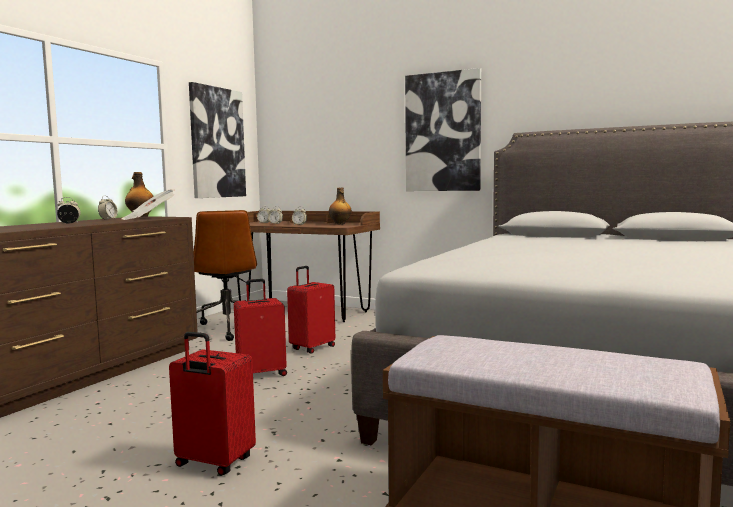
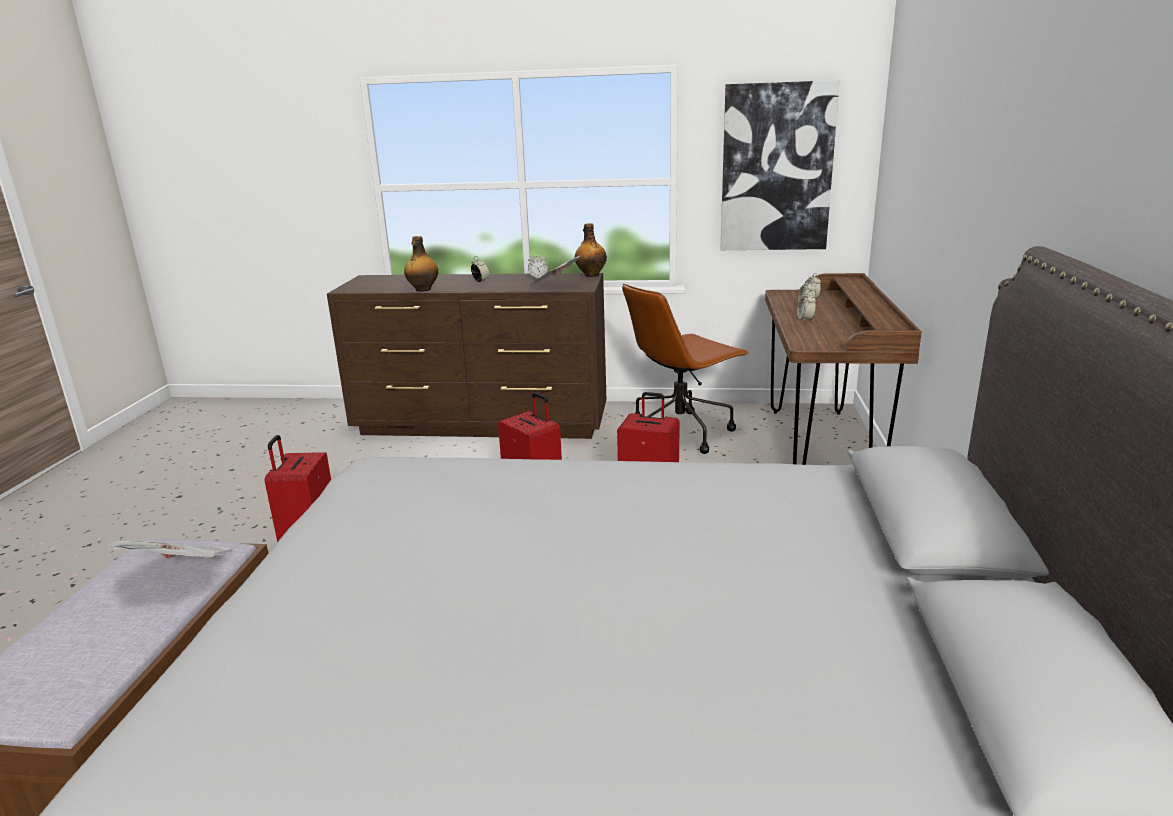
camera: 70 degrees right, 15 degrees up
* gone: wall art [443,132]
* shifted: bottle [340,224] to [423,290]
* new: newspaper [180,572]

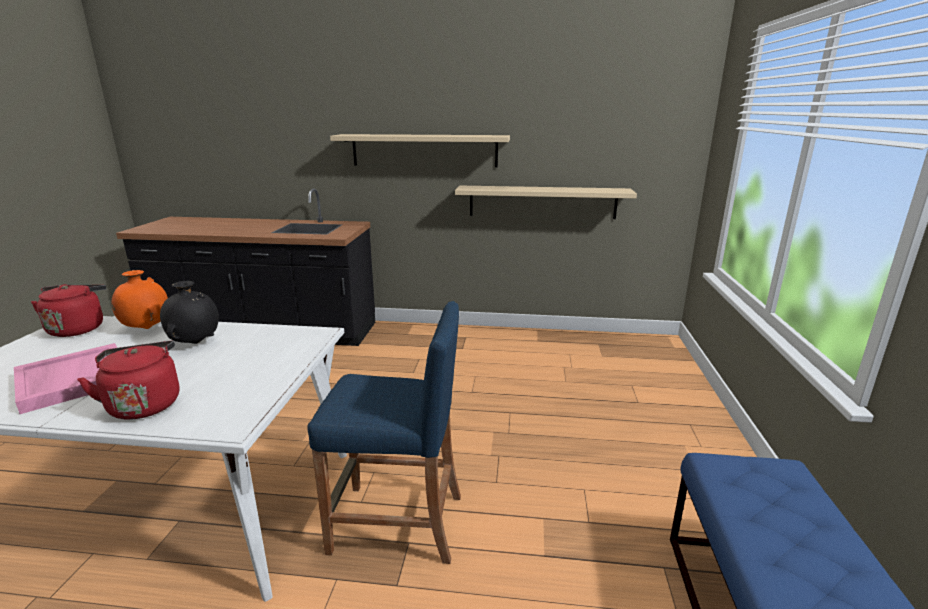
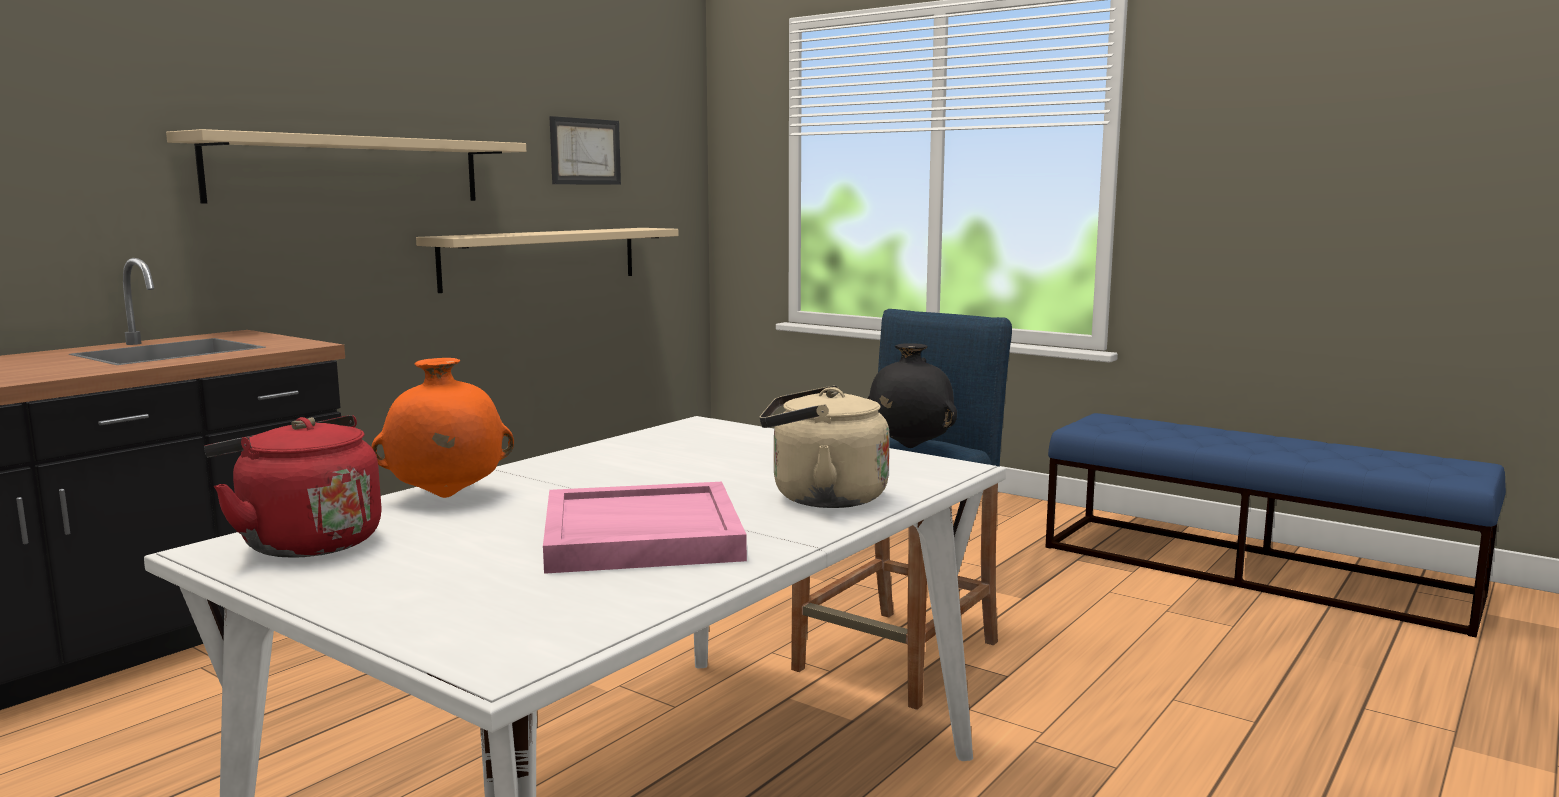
camera: 60 degrees left, 10 degrees down
* shifted: decorative vase in blackish [195,343] to [909,447]
* repainted: tea kettle in red [144,404] to tea kettle in sand-coloured [821,498]
* new: wall art [585,151]

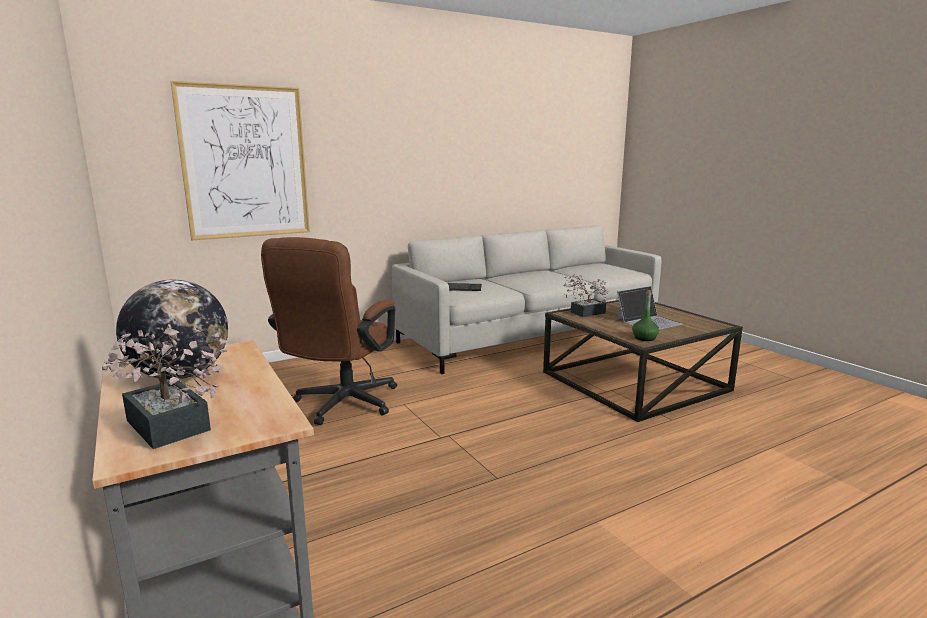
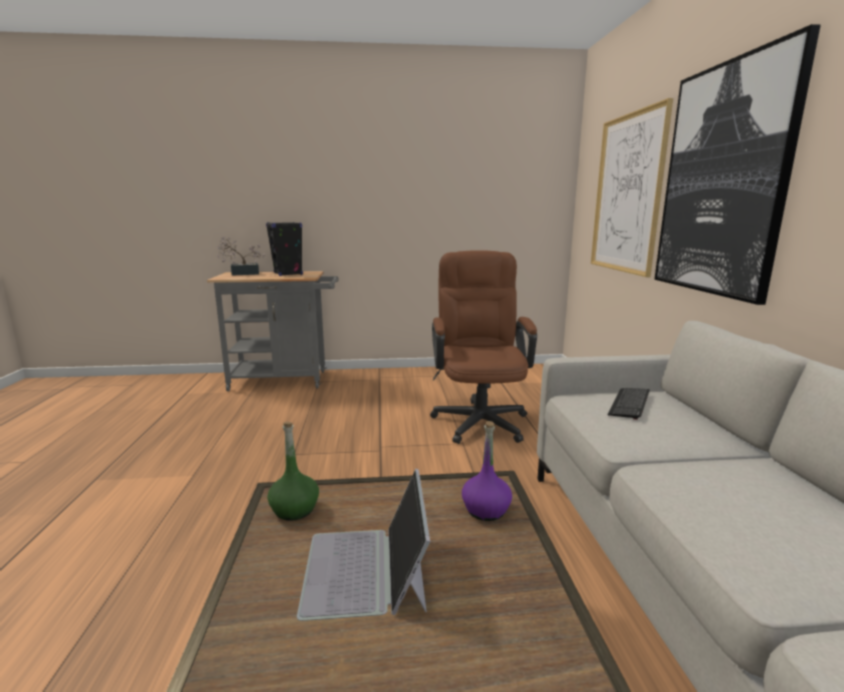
camera: 115 degrees right, 0 degrees up
* rotated: desk chair in brownish [341,406] = [479,418] 45 degrees clockwise
* swapped: houseplant [584,313] to bottle in purple-coloured [486,510]
* swapped: desk globe [180,376] to loudspeaker in blackish [288,274]
* new: wall art [722,181]

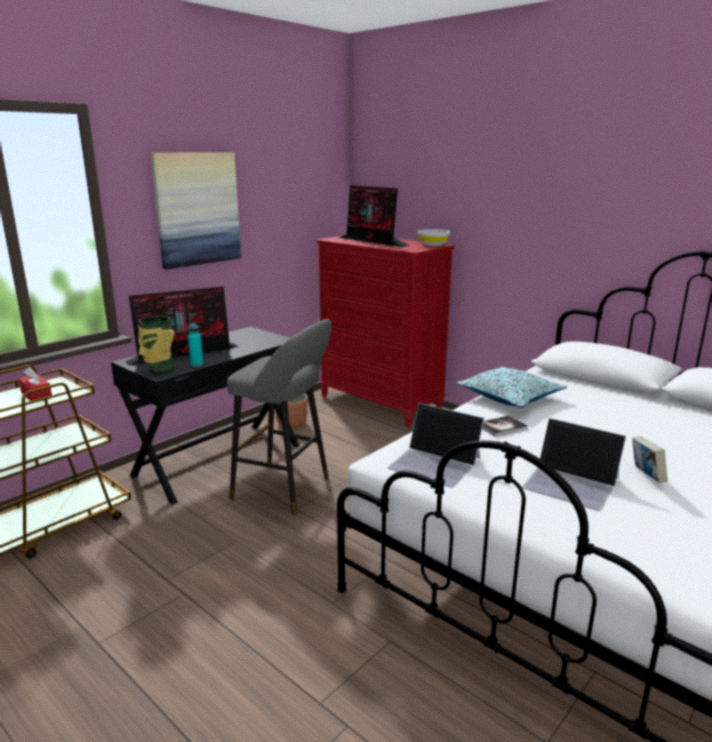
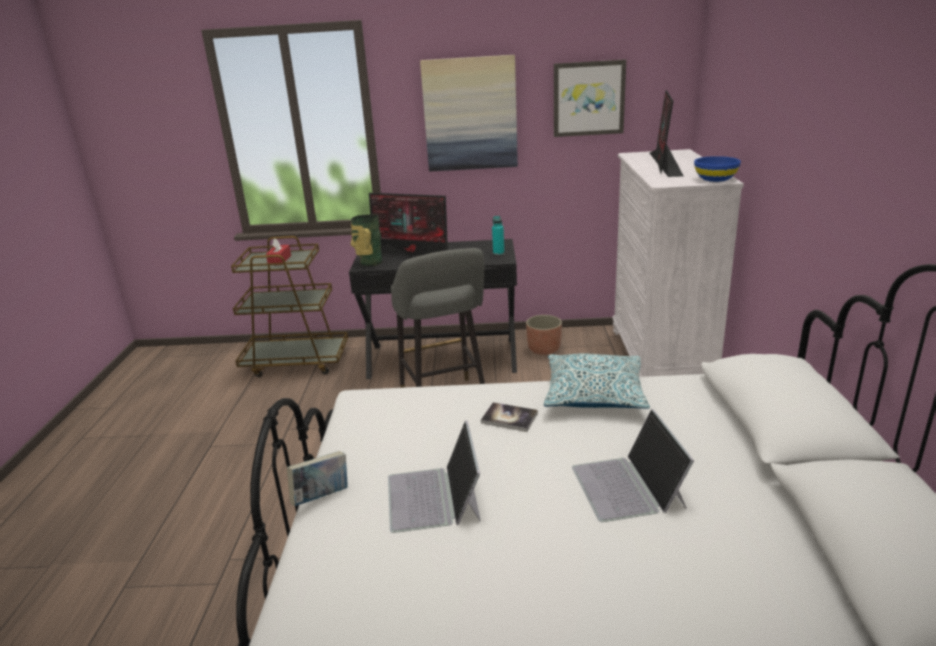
camera: 50 degrees right, 5 degrees up
* repainted: bowl in white-coloured [433,245] to bowl in blue [715,179]
* repainted: chest of drawers in red [381,403] to chest of drawers in white-coloured [660,361]
* shifted: bottle in turquoise-coloured [197,364] to [498,253]
* shifted: portable computer [435,463] to [628,486]
* shifted: book [646,476] to [321,497]
* new: wall art [588,98]

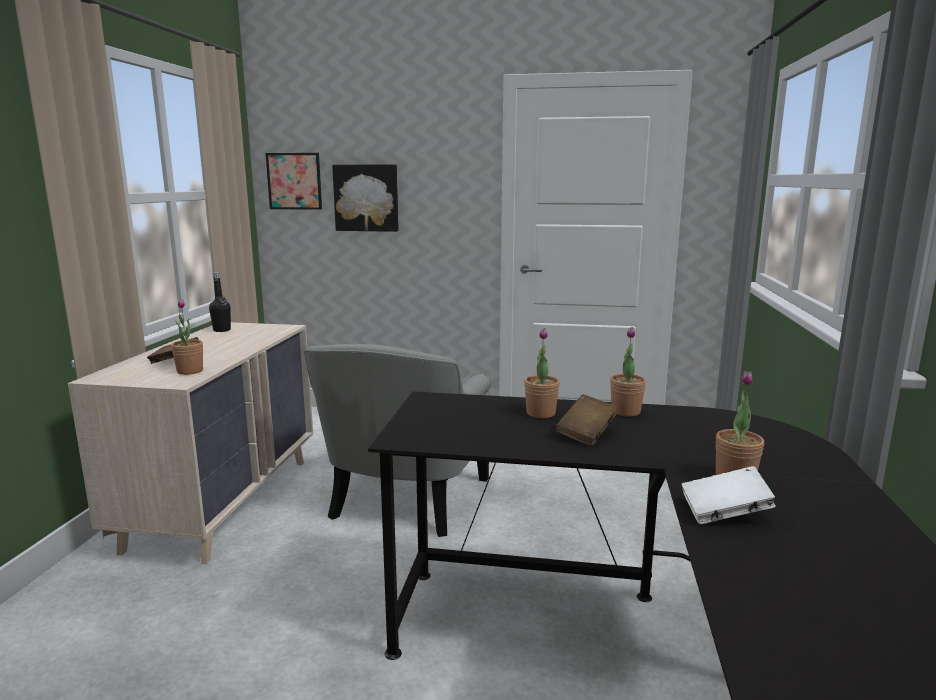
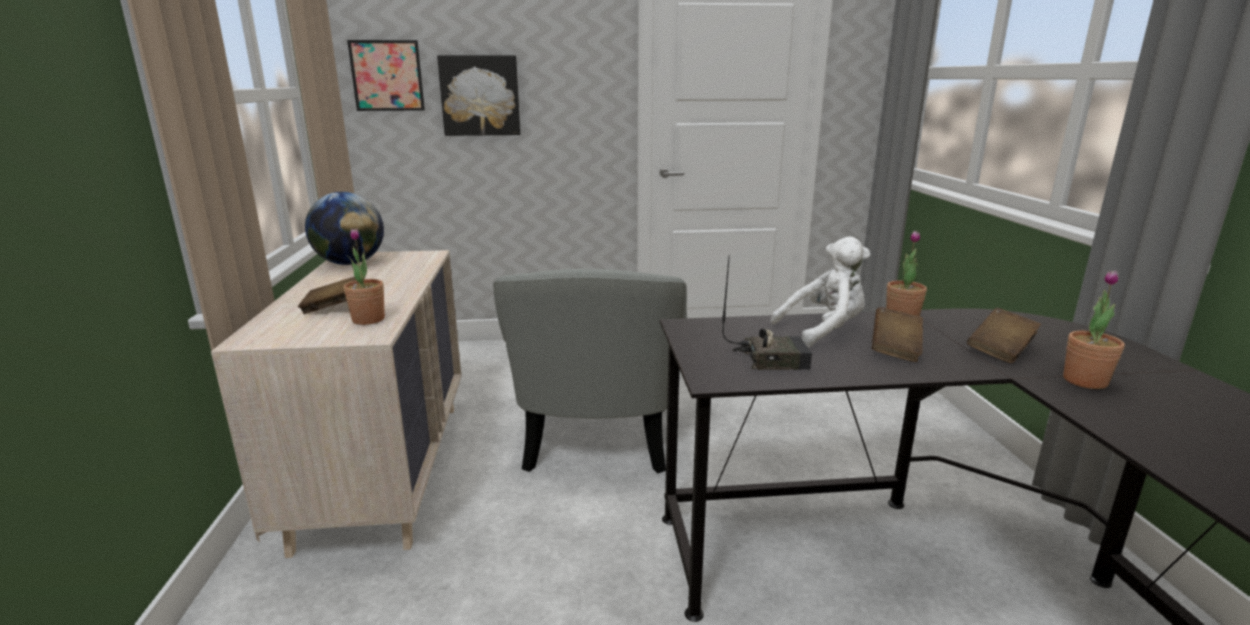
camera: 15 degrees left, 5 degrees up
* swapped: bottle in blackish [222,330] to desk globe [350,263]
* swapped: houseplant [541,413] to plush toy in white-coloured [824,331]
* gone: book in white-coloured [724,513]
* new: radio set [771,359]
* new: book in brownish [1000,350]

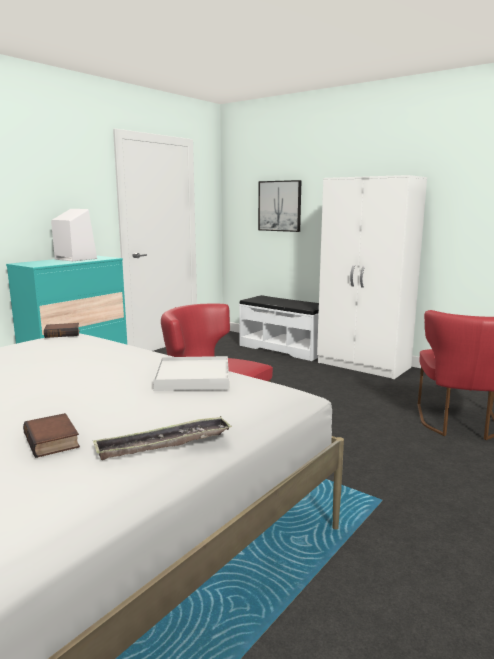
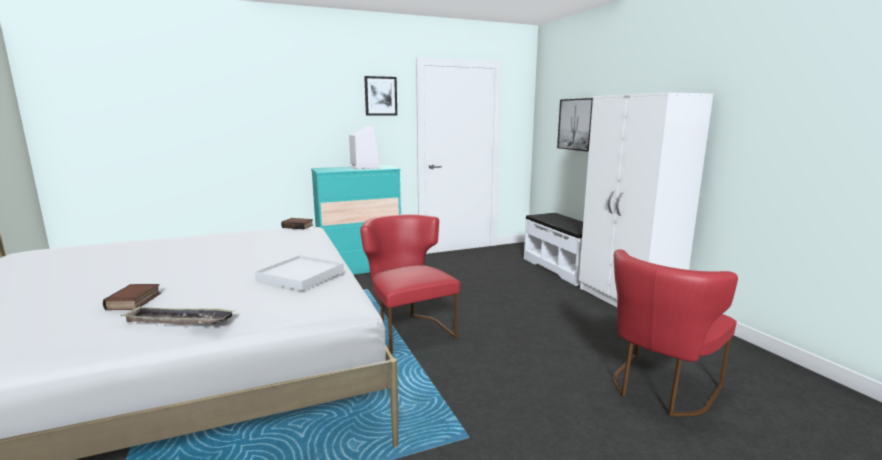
camera: 30 degrees right, 0 degrees up
* new: wall art [380,96]

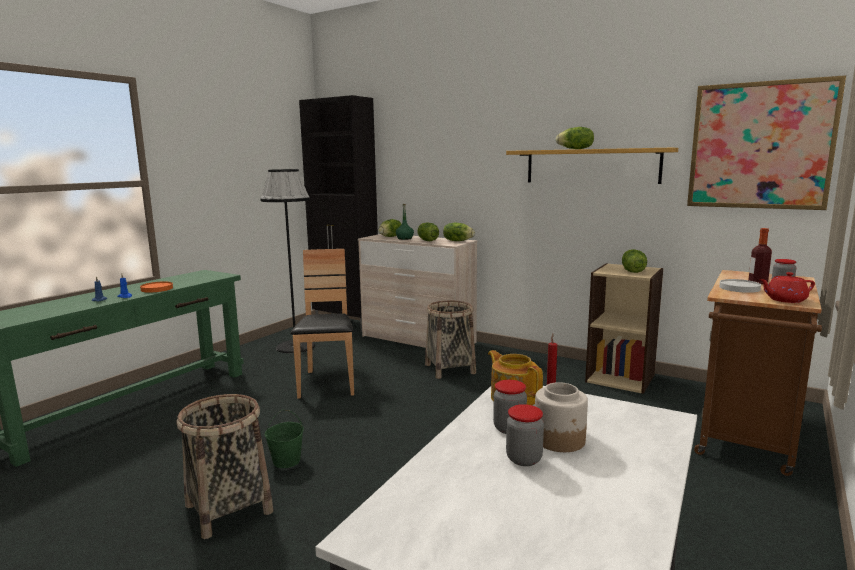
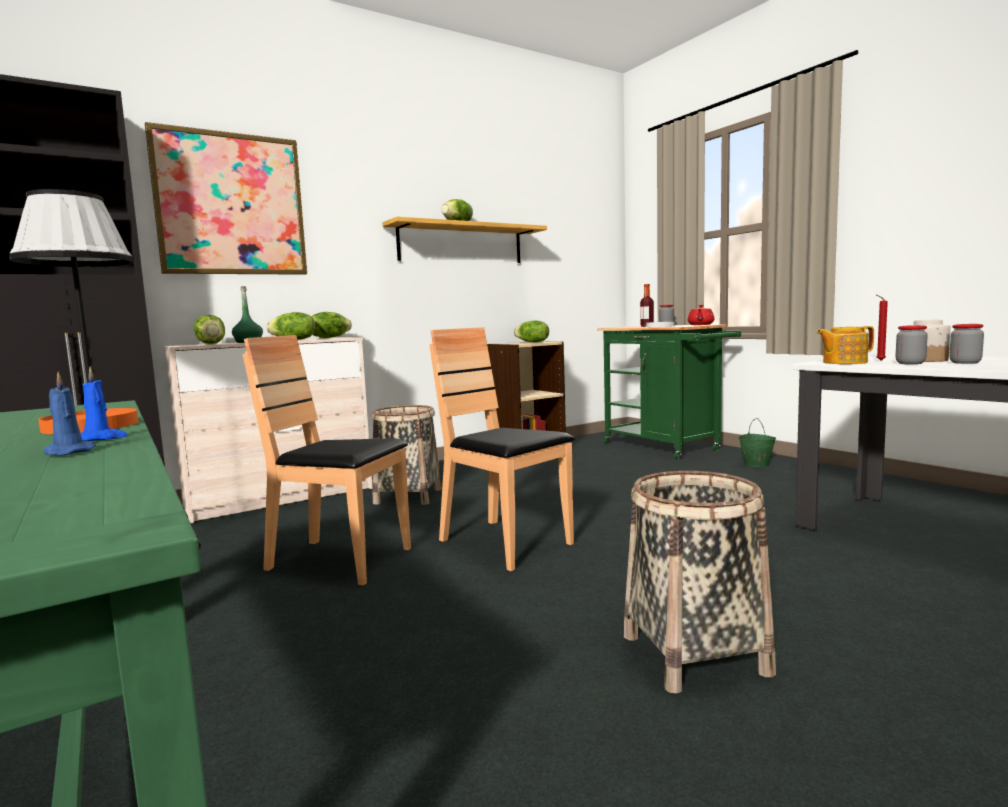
camera: 65 degrees left, 5 degrees down
* shifted: wall art [760,146] to [231,204]
* repainted: cart in brownish [746,441] to cart in green [666,448]
* shifted: bucket in green [286,461] to [756,464]
* new: upright chair in brownish [504,544]

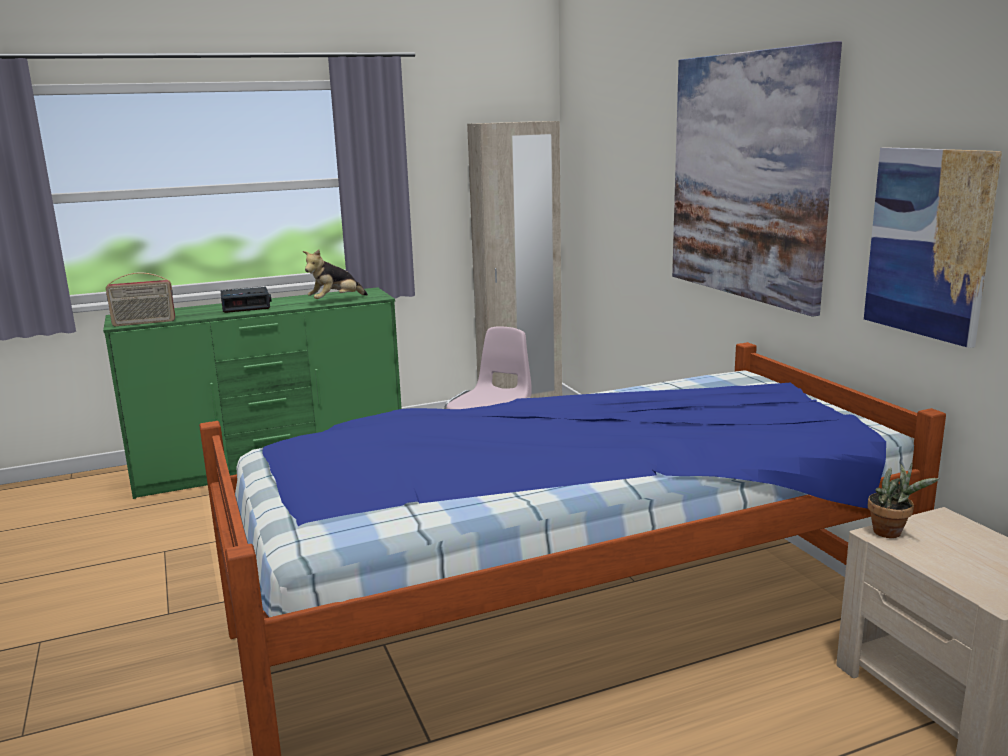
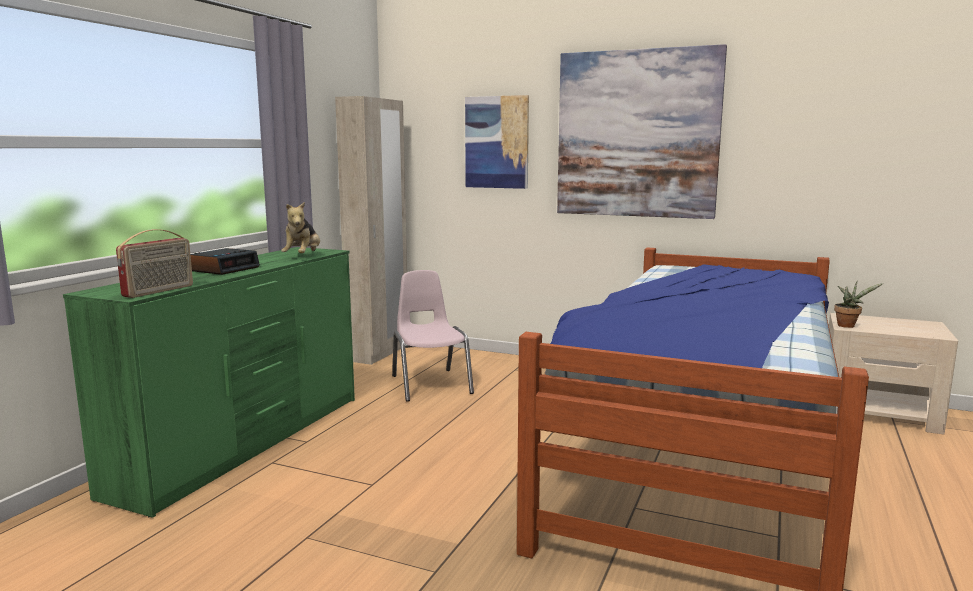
camera: 45 degrees left, 5 degrees down
* shifted: wall art [928,243] to [497,142]

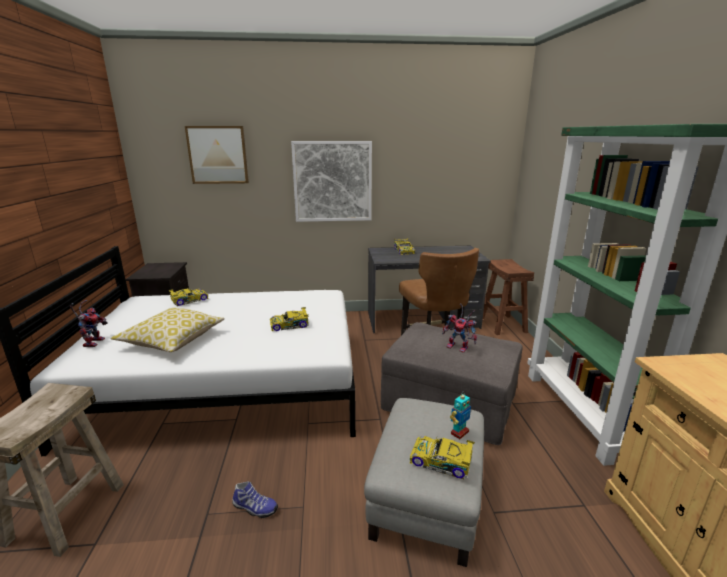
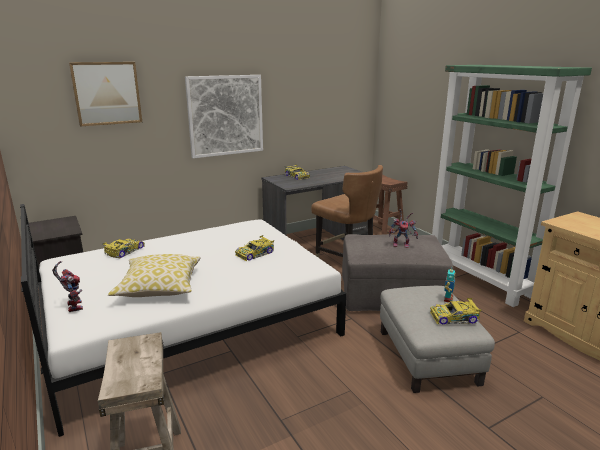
camera: 25 degrees left, 0 degrees up
* gone: item of footwear [254,508]

